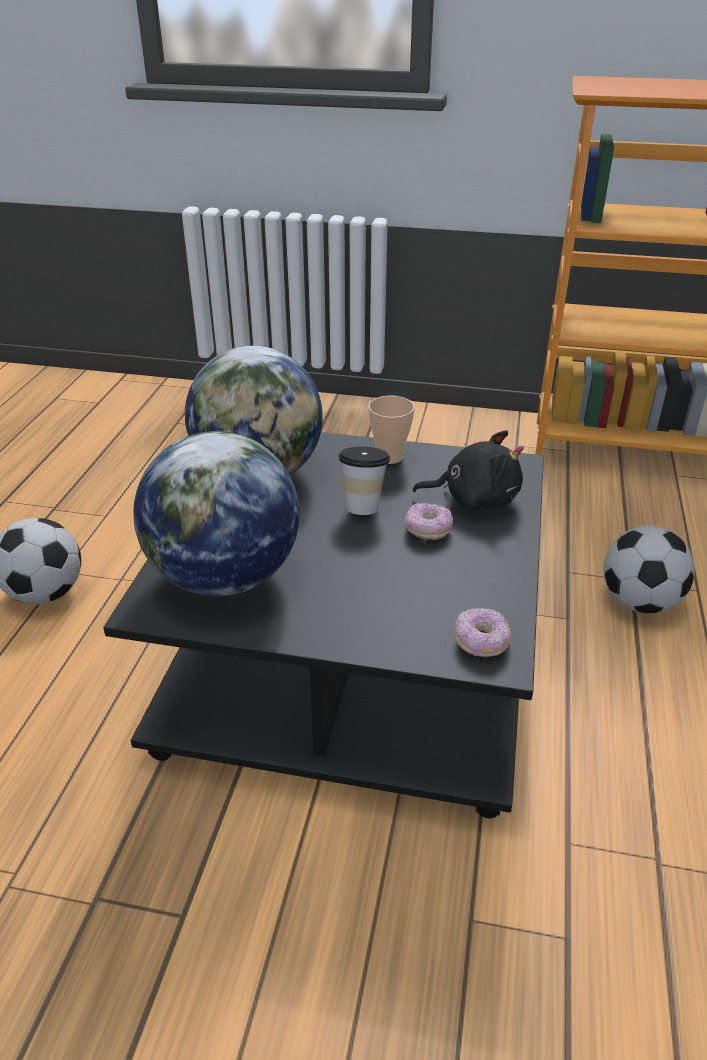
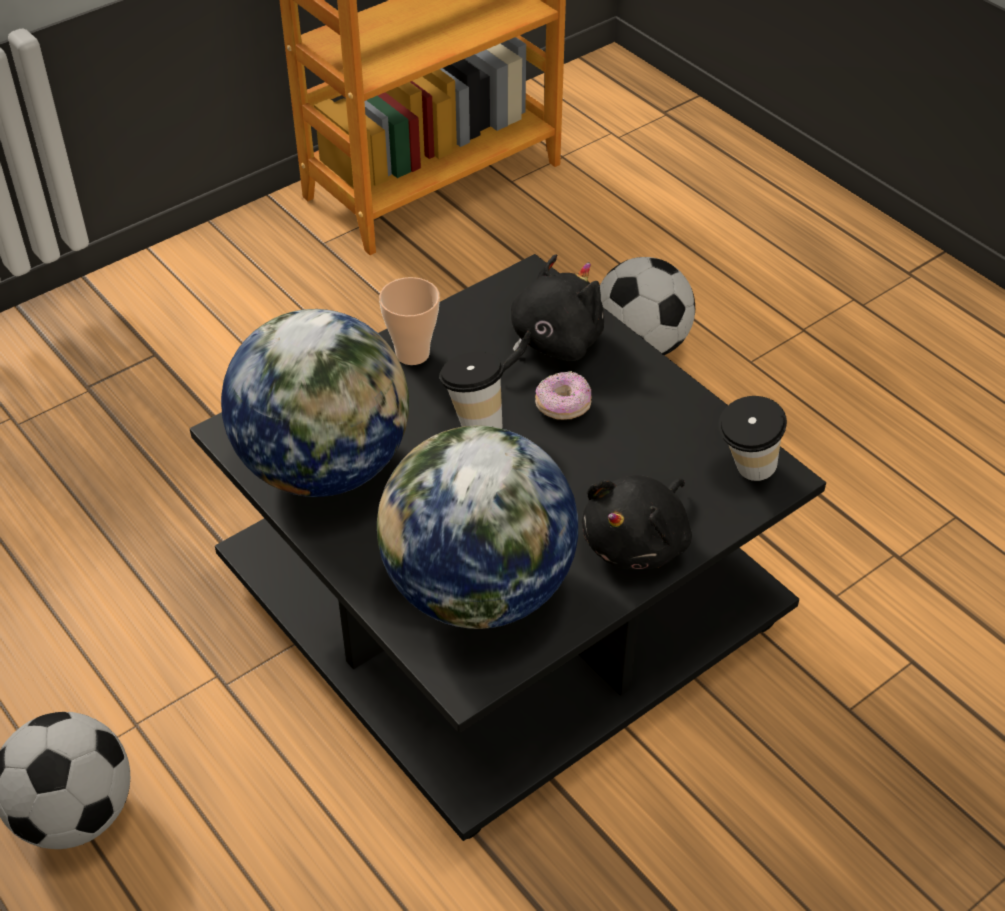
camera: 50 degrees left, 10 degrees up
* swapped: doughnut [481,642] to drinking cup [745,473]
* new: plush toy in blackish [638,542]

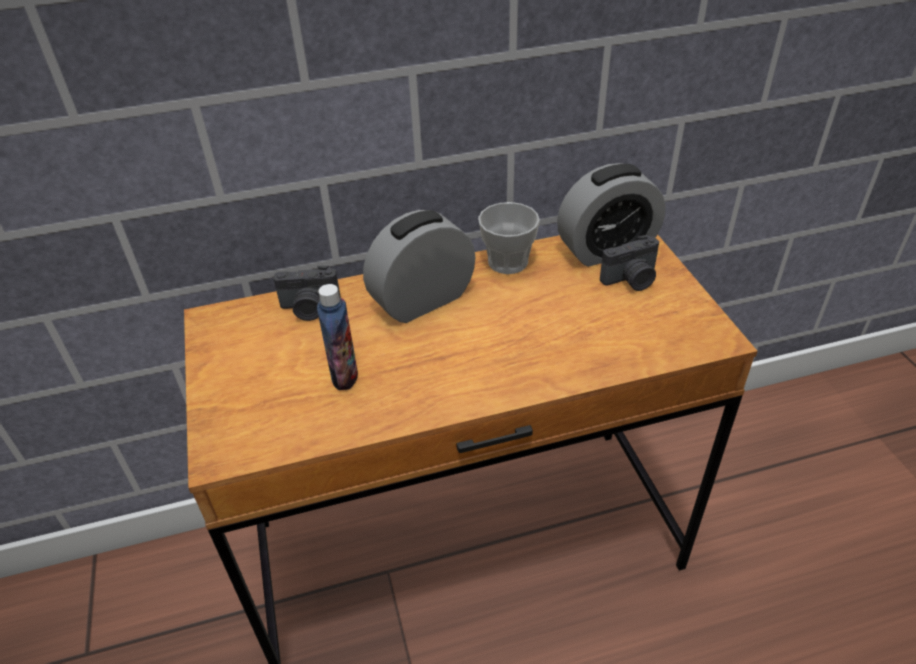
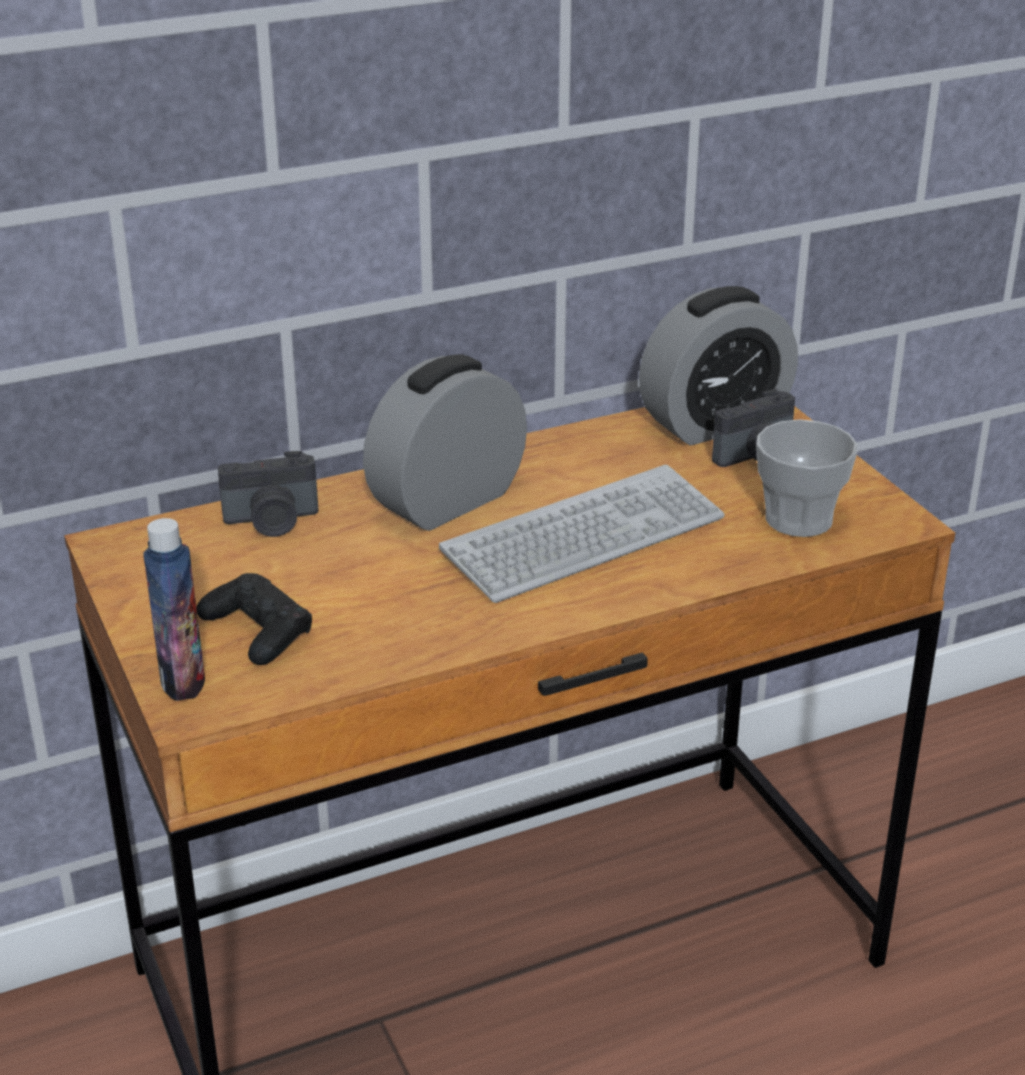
camera: 10 degrees left, 10 degrees down
* shifted: drinking cup [508,262] to [798,519]
* shifted: bottle [344,375] to [182,680]
* new: PC keyboard [584,537]
* new: gamepad in blackish [258,631]

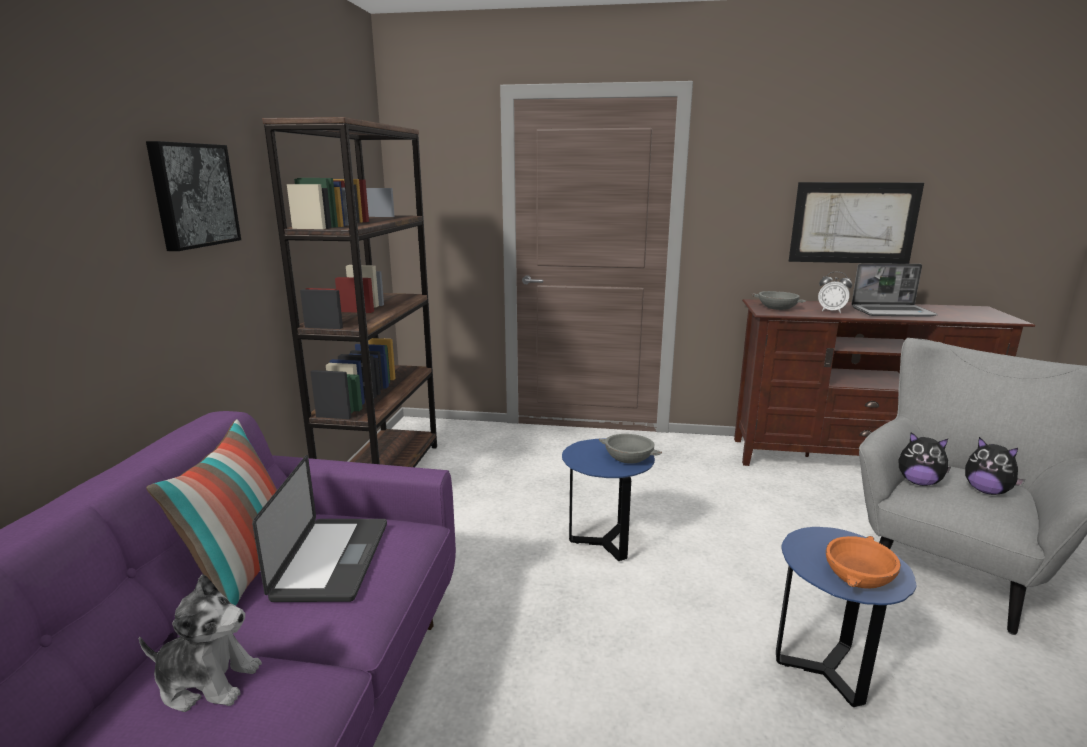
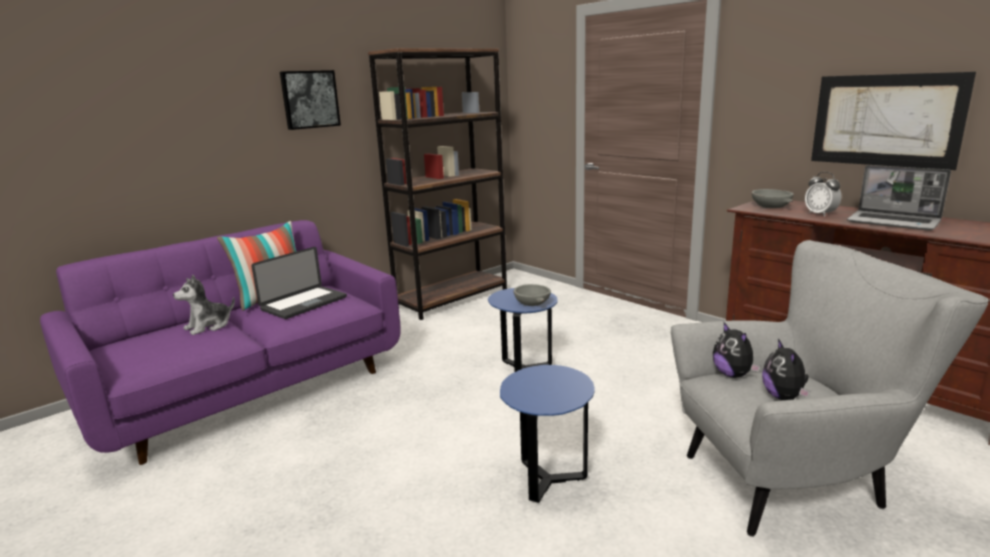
camera: 40 degrees right, 0 degrees up
* gone: bowl in orange [859,577]
* rotated: plush toy [207,680] = [209,326] 90 degrees clockwise

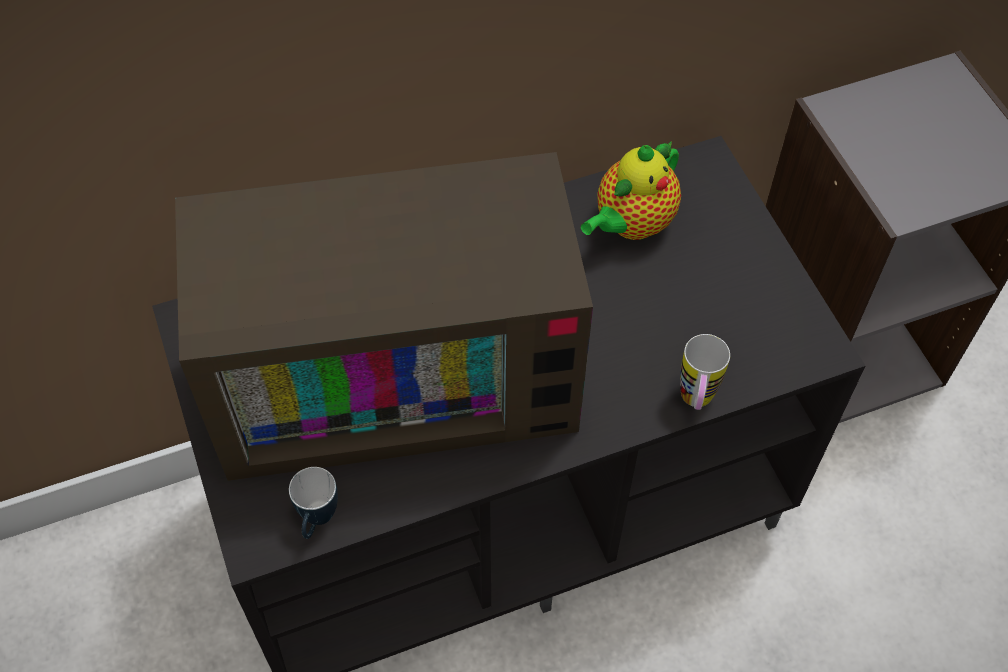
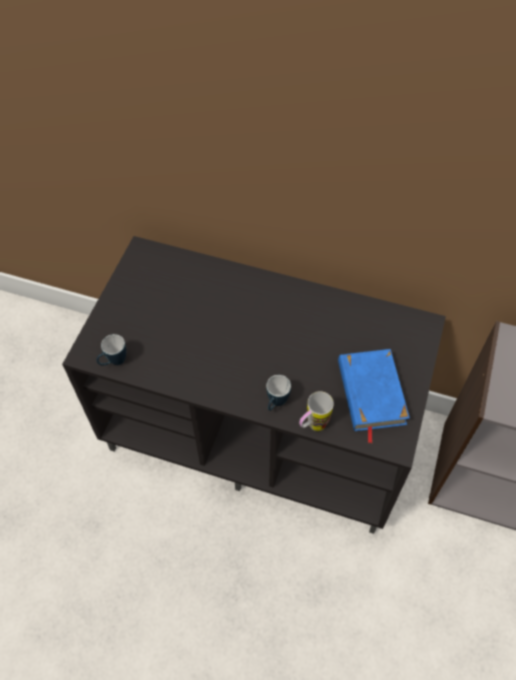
camera: 40 degrees right, 0 degrees up
* gone: pot for tea [631,224]
* gone: television [398,370]
* new: book in blue [370,393]
* new: mug [275,404]

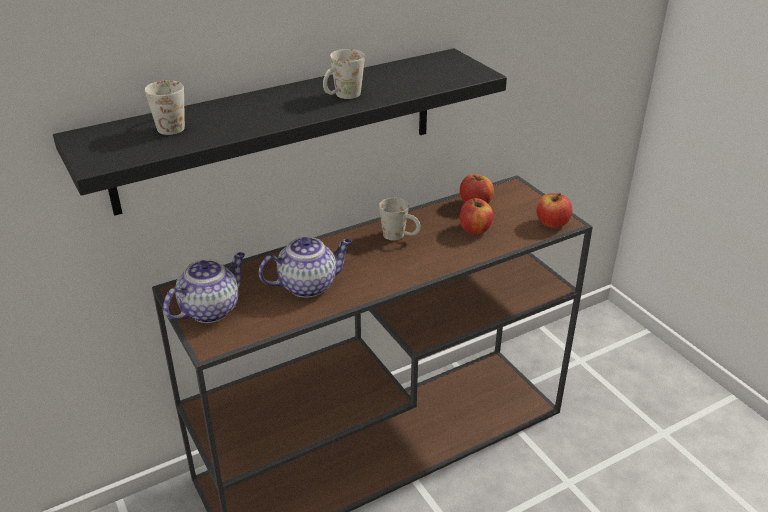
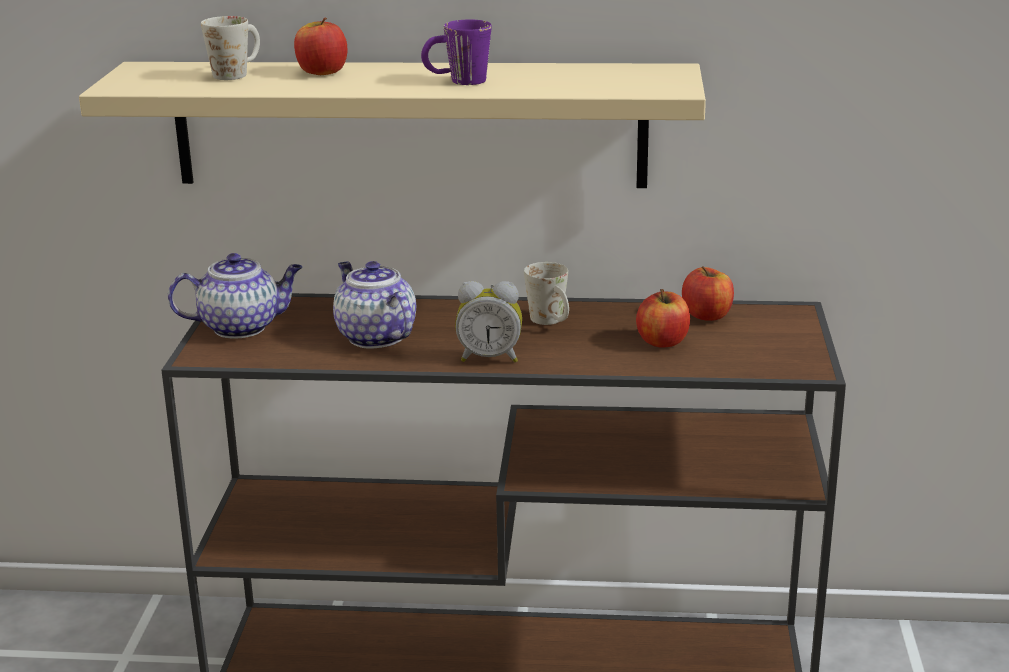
camera: 35 degrees right, 10 degrees down
* repainted: bracket shelf in blackish [279,129] to bracket shelf in sand-coloured [409,124]
* repainted: mug in white-coloured [342,97] to mug in purple-coloured [457,82]
* shifted: apple [552,223] to [322,72]
* rotated: pot for tea [309,285] = [374,336] 135 degrees counterclockwise
* new: alarm clock [490,357]

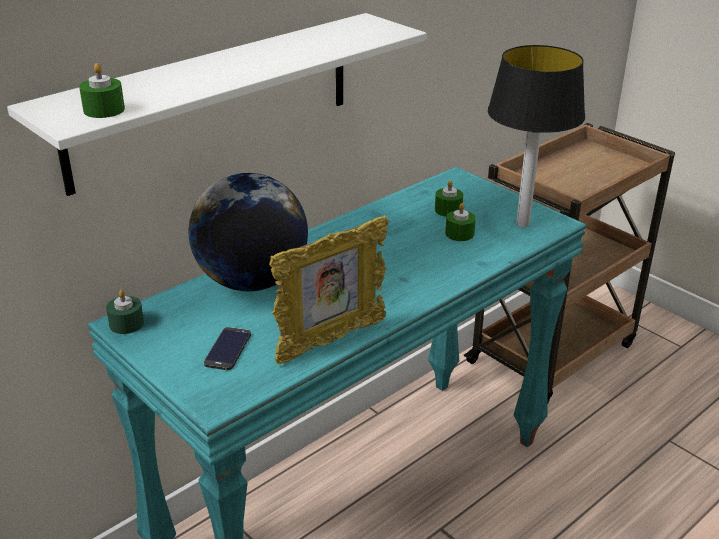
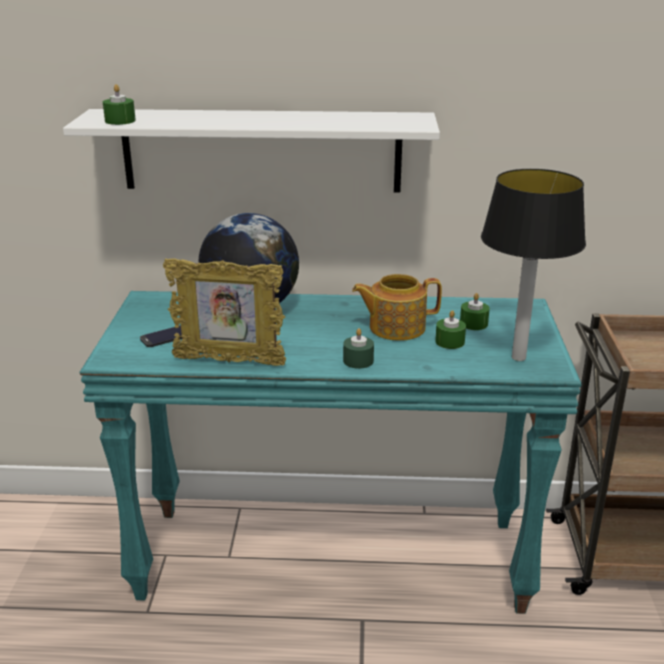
camera: 45 degrees right, 5 degrees down
* shifted: wax candle in green [126,323] to [358,361]
* new: pot for tea [395,327]

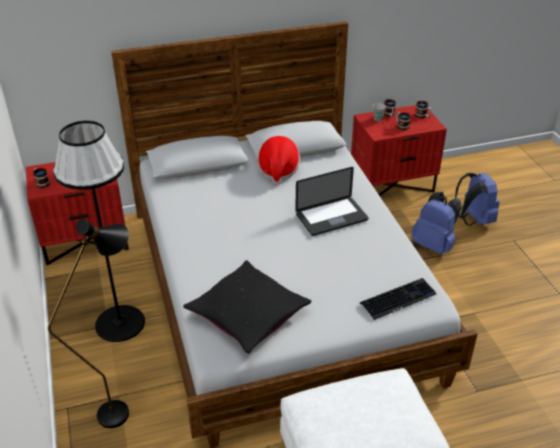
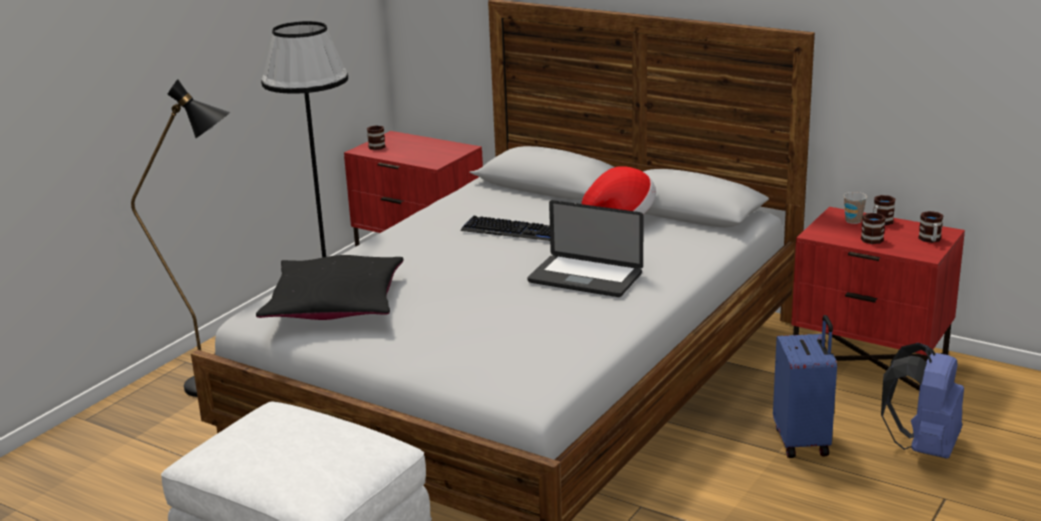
camera: 50 degrees right, 15 degrees down
* swapped: backpack in blue [434,245] to suitcase in blue [803,441]
* shifted: PC keyboard [398,299] to [511,231]

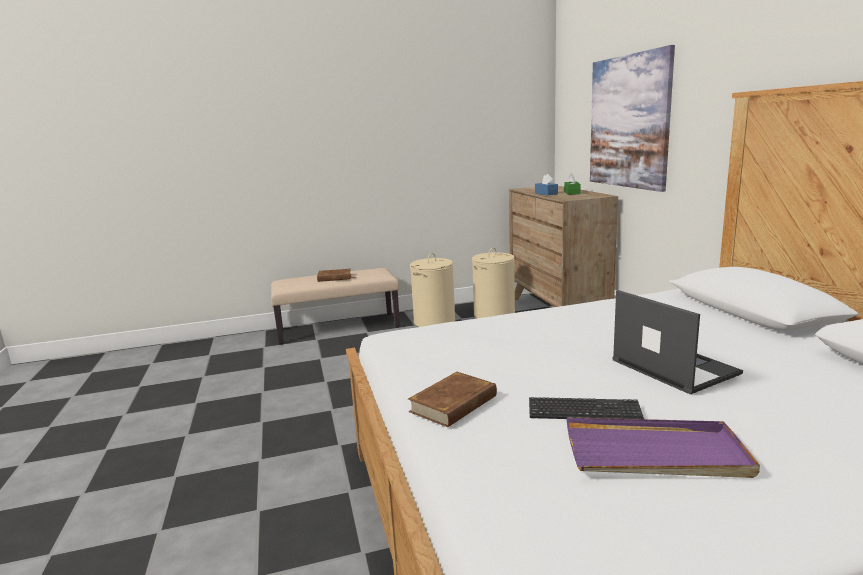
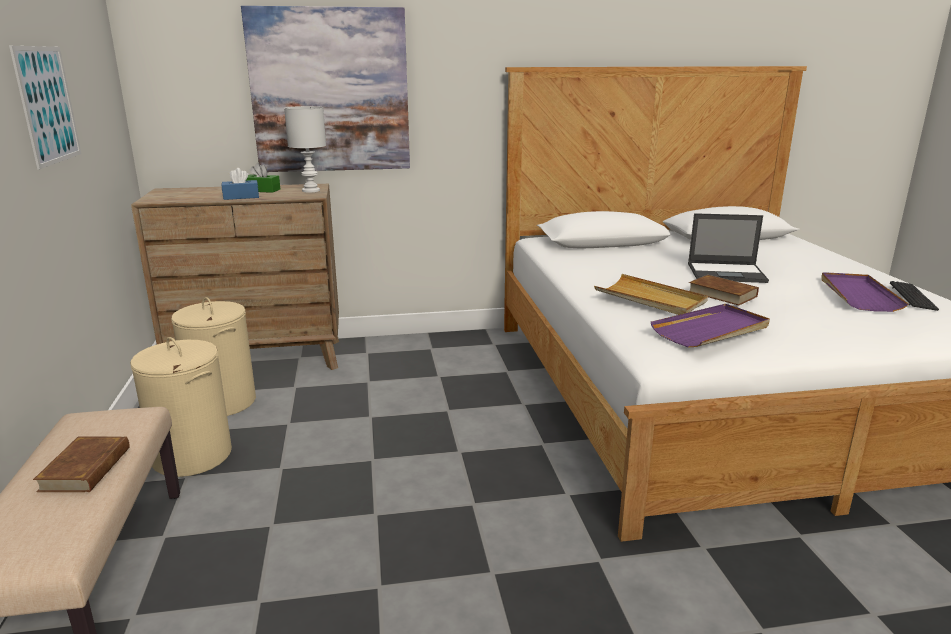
camera: 85 degrees left, 5 degrees up
* rotated: portable computer [672,366] = [727,273] 150 degrees counterclockwise
* shifted: book in brownish [454,404] to [722,294]
* shifted: PC keyboard [584,411] to [912,297]
* new: wall art [47,105]
* new: tabletop lamp in white-coloured [311,190]
* new: carrying tray in sand-coloured [650,299]
* new: carrying tray in purple-coloured [711,330]

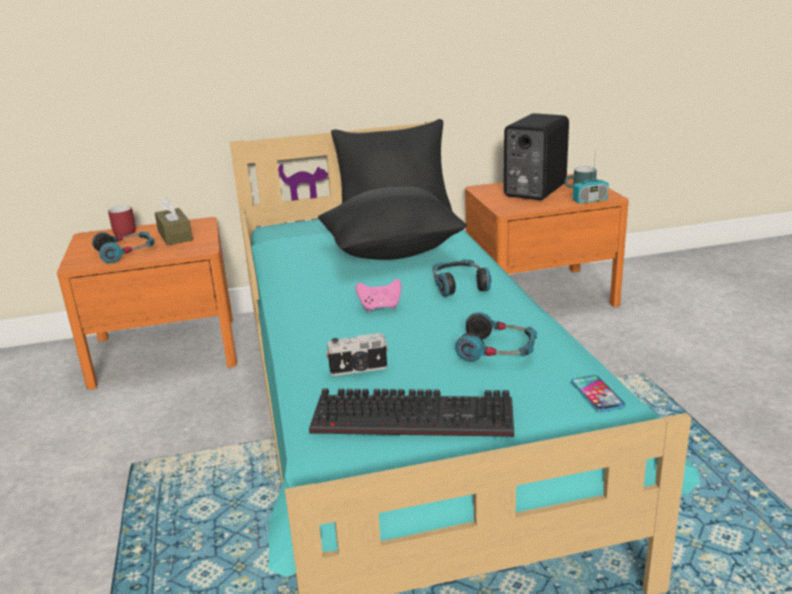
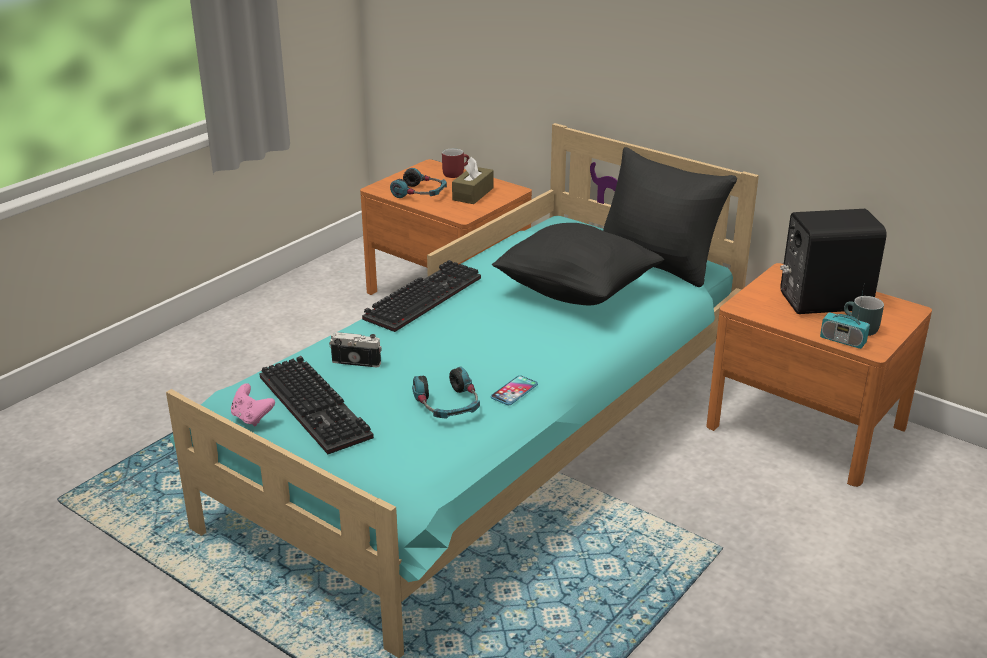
camera: 50 degrees right, 5 degrees up
* gone: headphones [459,285]
* shifted: gamepad in pinkish [380,307] to [252,418]
* rotated: photo camera [359,370] = [357,361] 150 degrees clockwise
* shifted: phone [597,394] to [514,391]
* new: PC keyboard [422,297]

